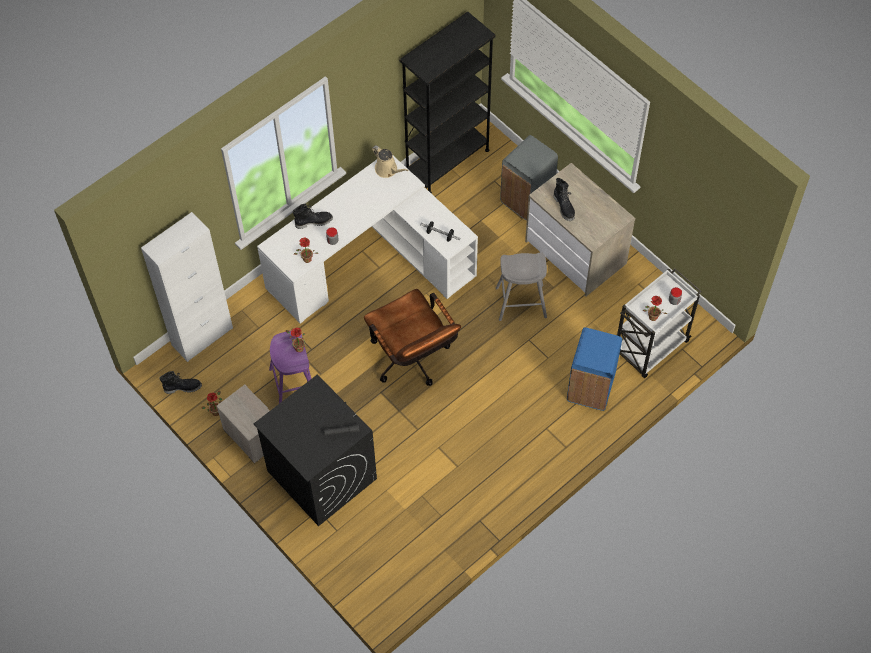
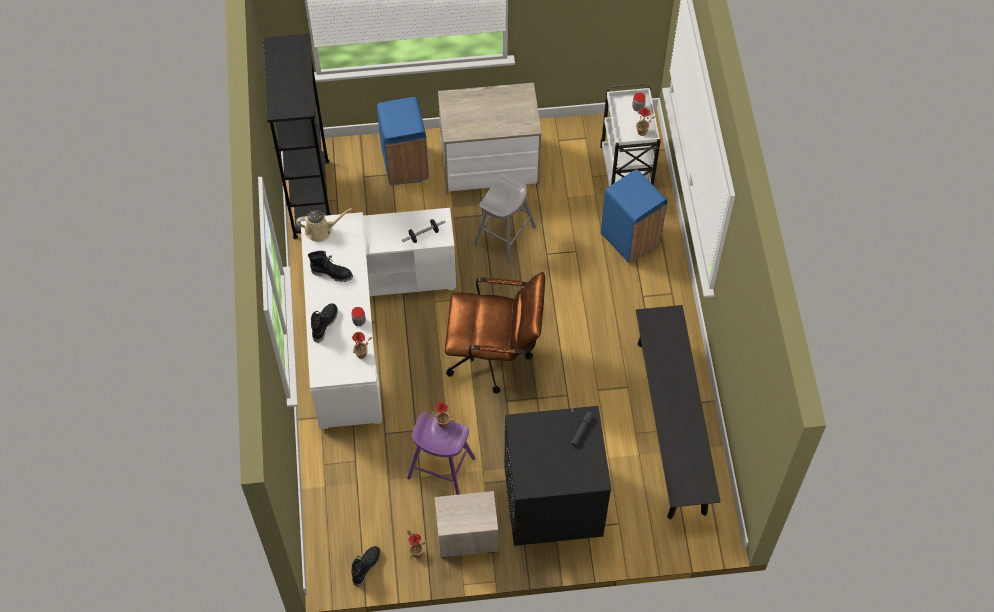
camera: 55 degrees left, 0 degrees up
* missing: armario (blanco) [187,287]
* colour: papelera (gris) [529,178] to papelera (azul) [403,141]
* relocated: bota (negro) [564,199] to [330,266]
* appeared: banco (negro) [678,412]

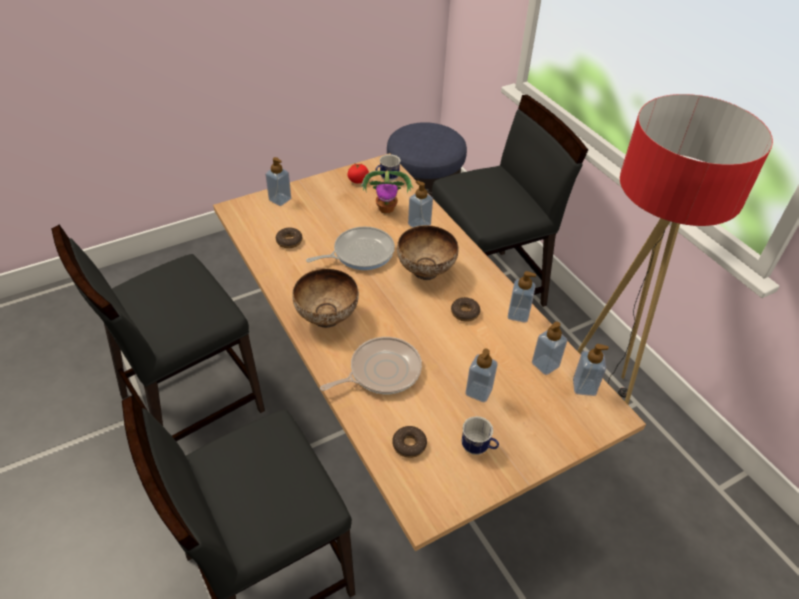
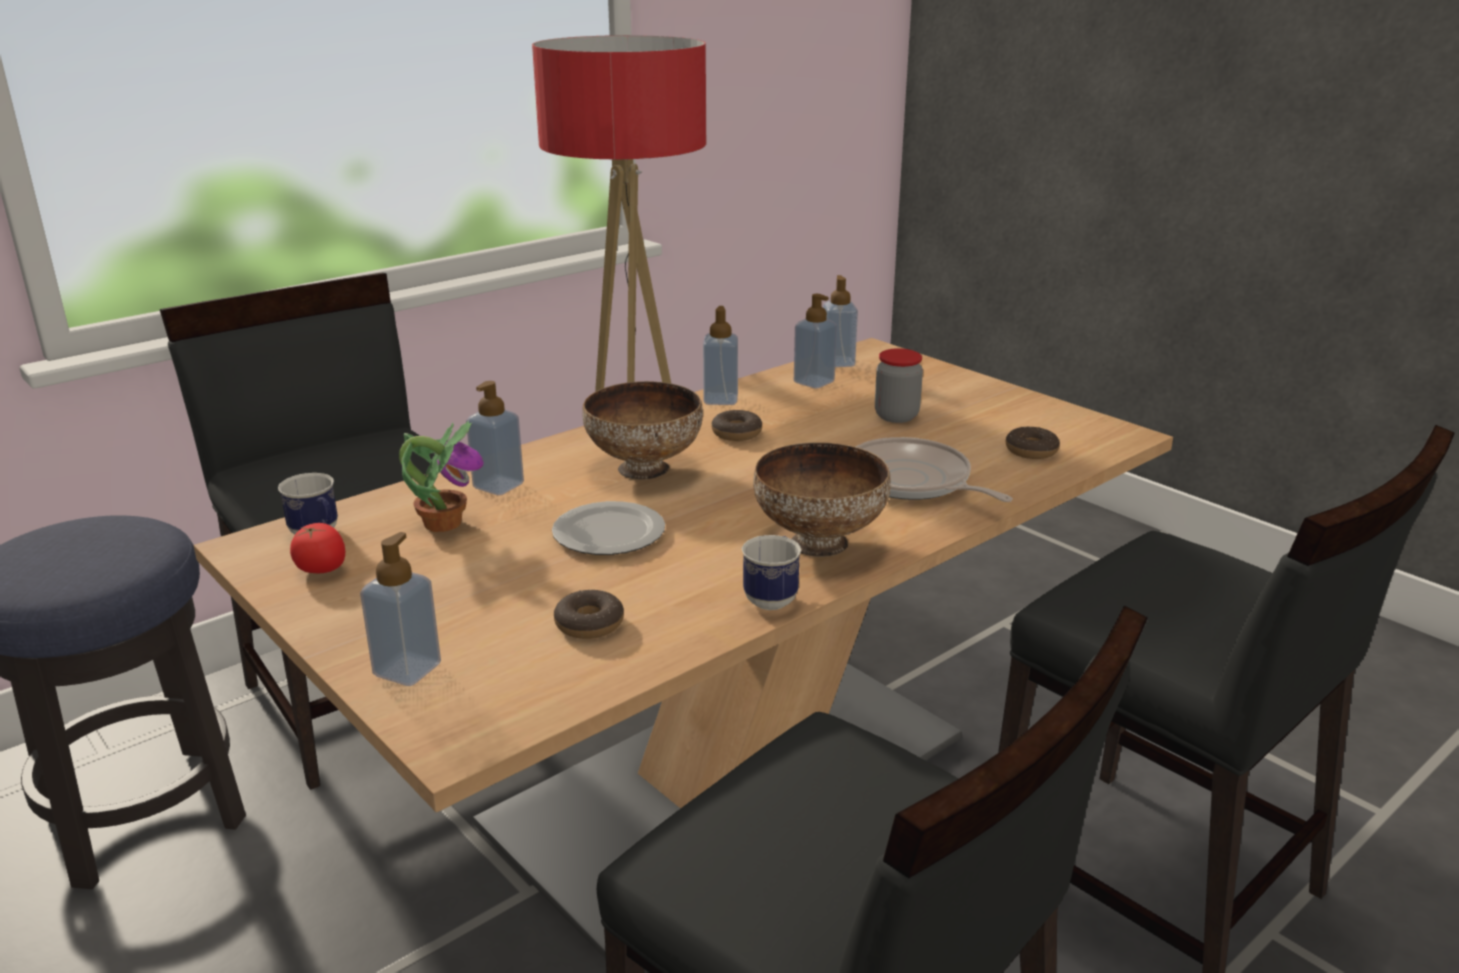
camera: 100 degrees left, 20 degrees down
* exchanged: sartén [350,248] to plato [608,528]
* relocated: taza grande [480,435] to [771,572]
* exchanged: dispensador de jabón [481,376] to tarro [899,385]

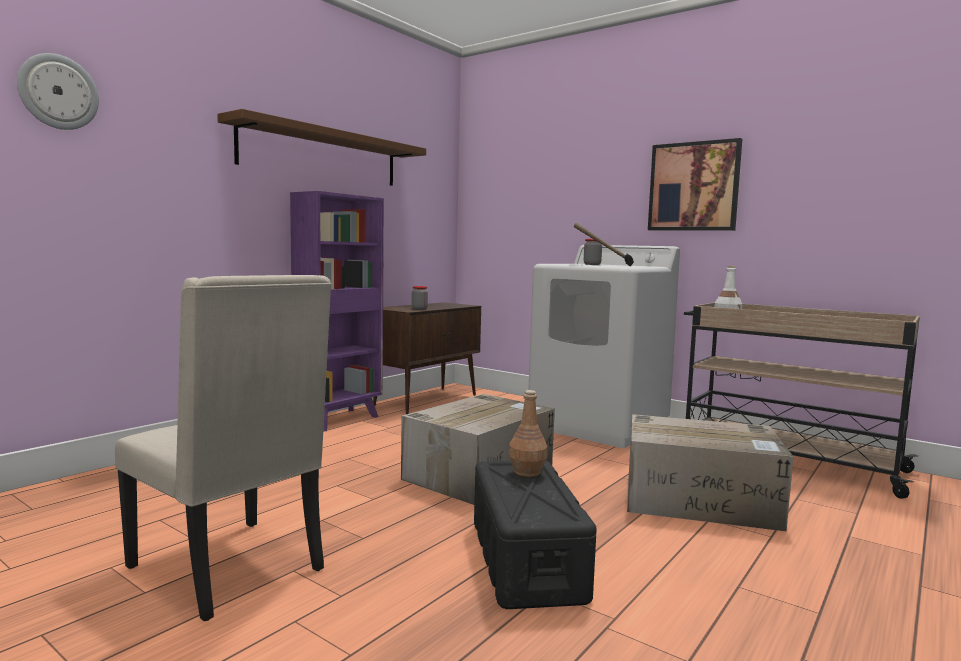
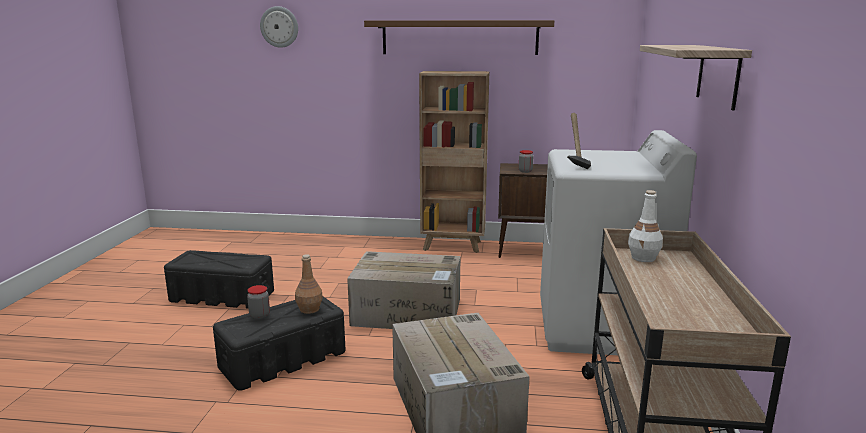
camera: 60 degrees right, 10 degrees up
* exchanged: silla (beis) [223,448] to caja de almacenaje (negro) [219,279]
* colour: estantería (morado) [337,311] to estantería (marrón) [454,162]
* relocated: tarro [593,252] to [258,302]
* exchanged: cuadro [695,184] to estante [696,77]

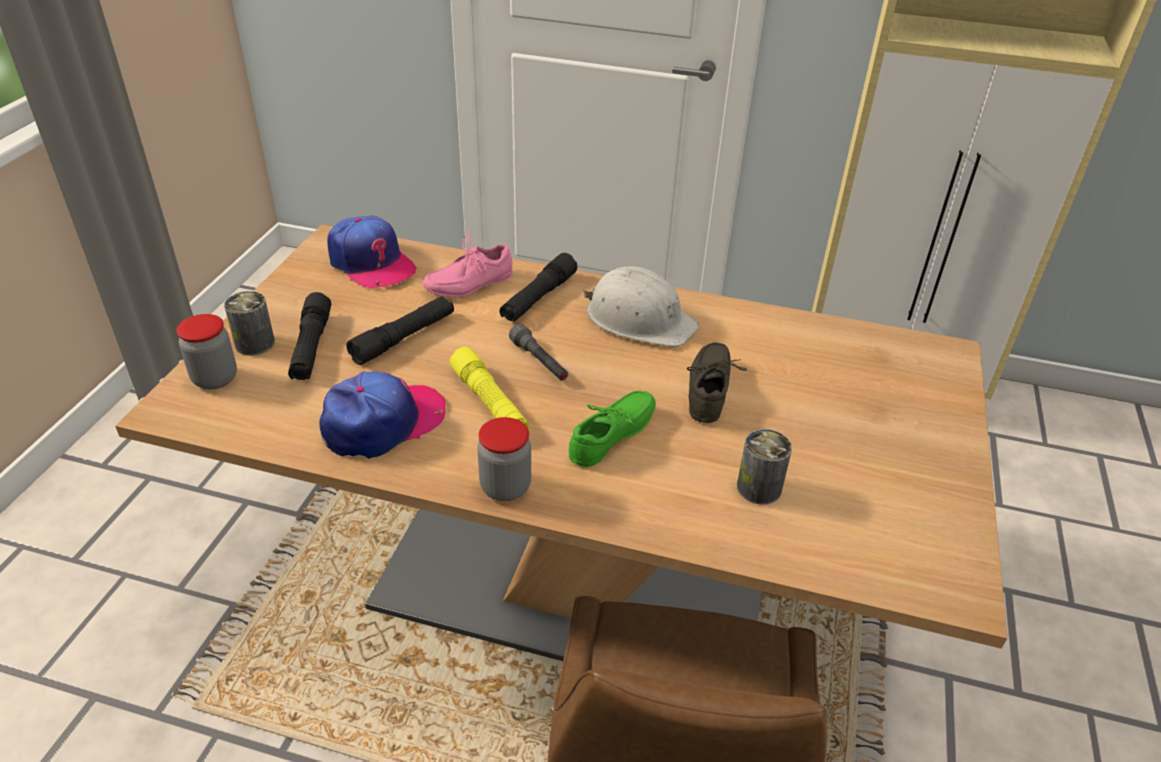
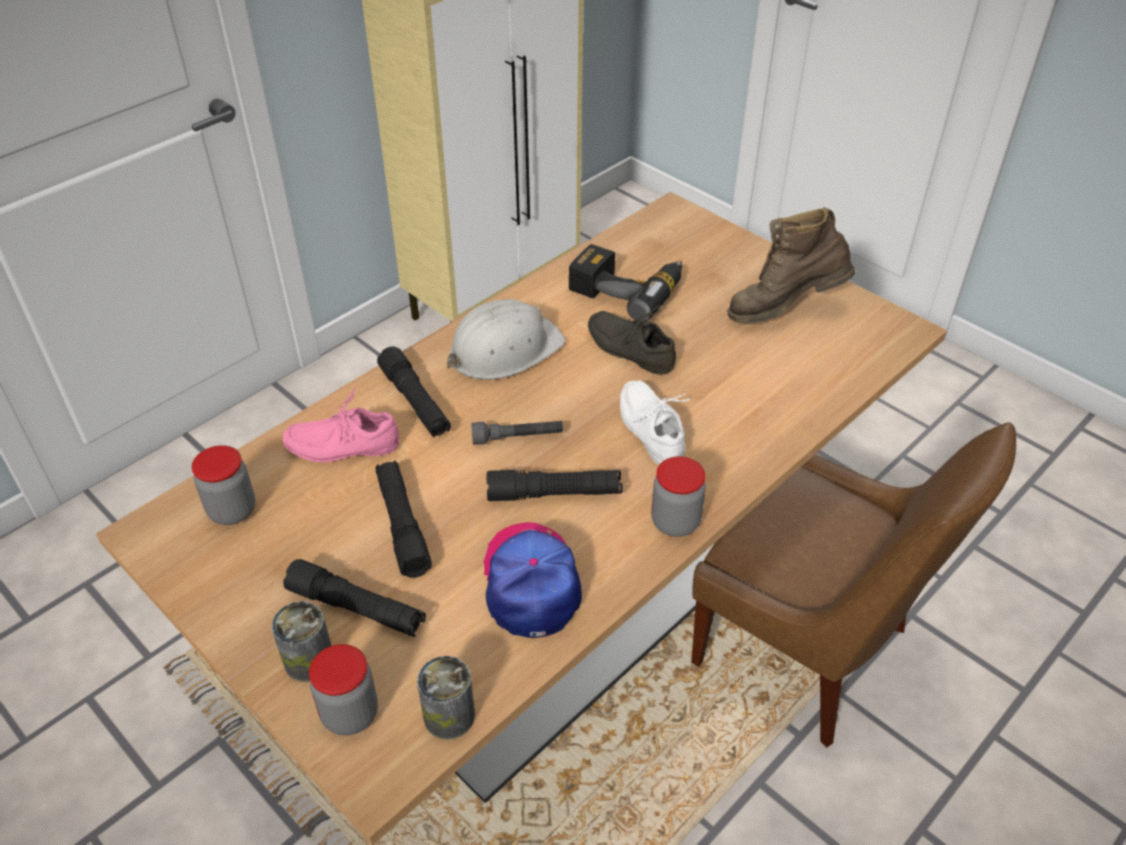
camera: 60 degrees left, 5 degrees up
* exchanged: gorra [372,251] to tarro [223,485]
* spun: zapato (rosa) [467,265] = [341,425] 90 degrees clockwise
* colour: linterna (amarillo) [490,388] to linterna (negro) [555,485]
* colour: zapato (verde) [612,429] to zapato (blanco) [655,422]
* relocated: lata [764,466] to [446,697]
* appeared: taladro [625,283]
* appeared: bota (marrón) [791,265]

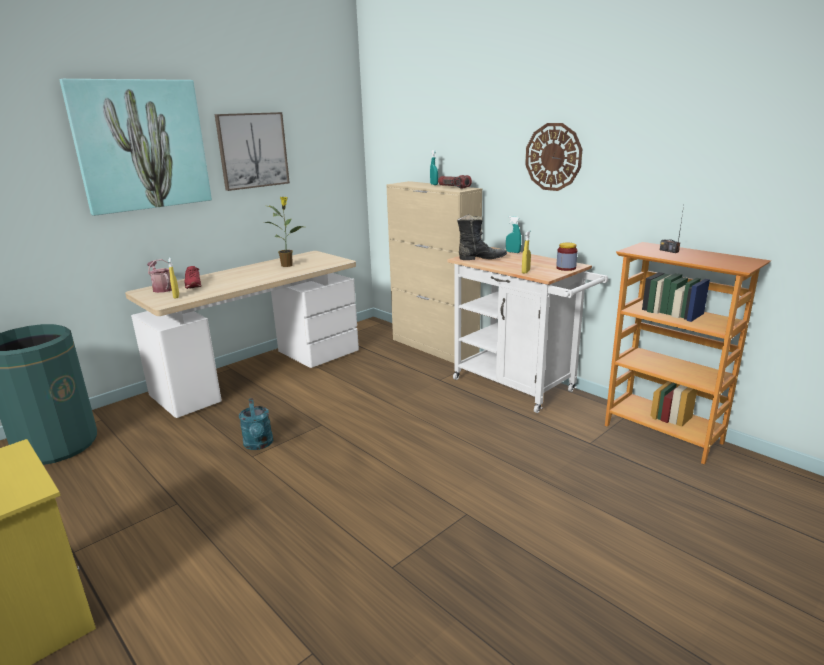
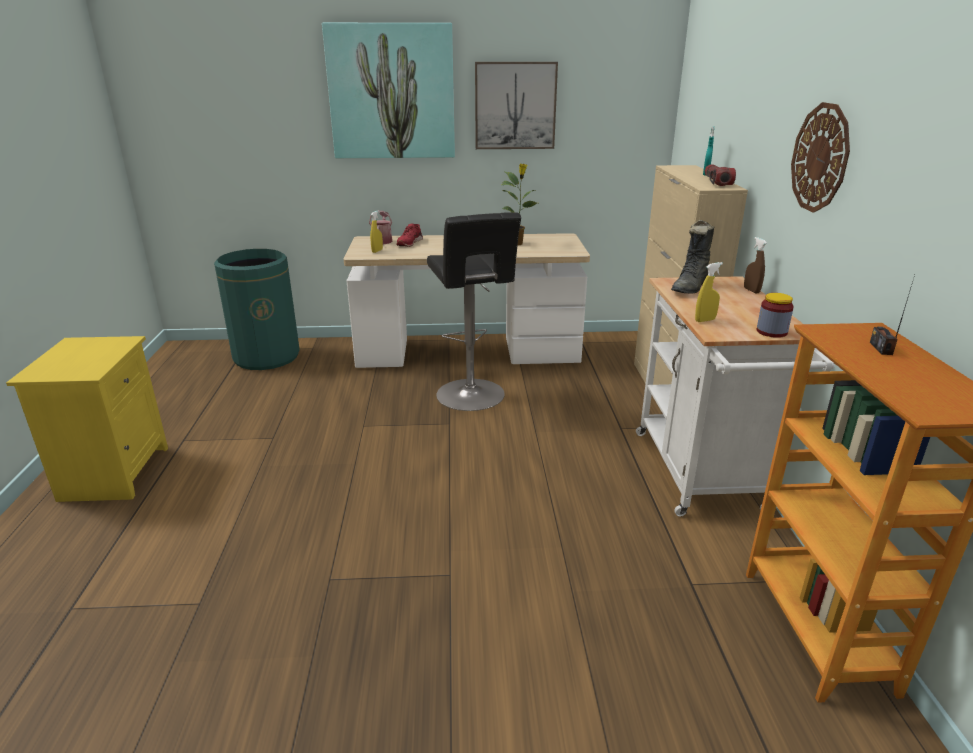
camera: 40 degrees right, 5 degrees up
* missing: regadera (turquesa) [256,424]
* spun: bota (negro) [482,237] = [693,256] 90 degrees clockwise
* colour: pulverizador (turquesa) [513,234] to pulverizador (marrón) [755,265]
* appeared: taburete (negro) [474,311]

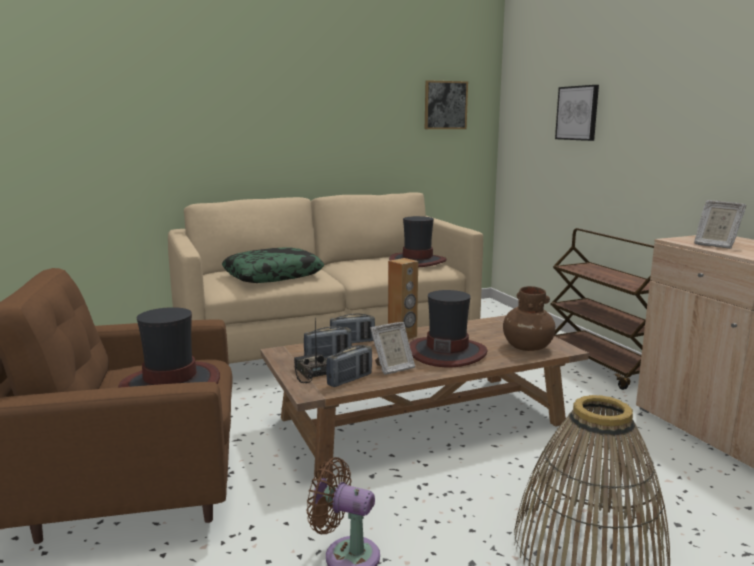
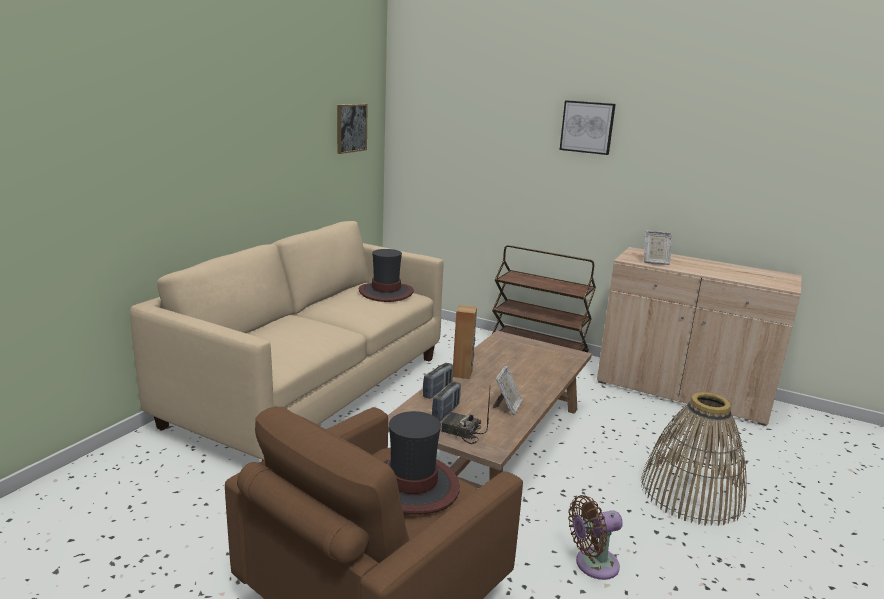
camera: 40 degrees left, 5 degrees up
* missing: cojín [273,265]
* missing: radio [349,366]
* missing: sombrero [448,328]
* missing: florero (marrón) [529,318]
* relocated: cuadro [577,113] to [588,127]

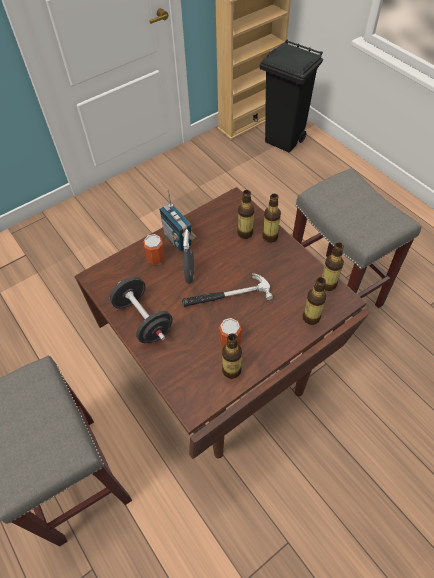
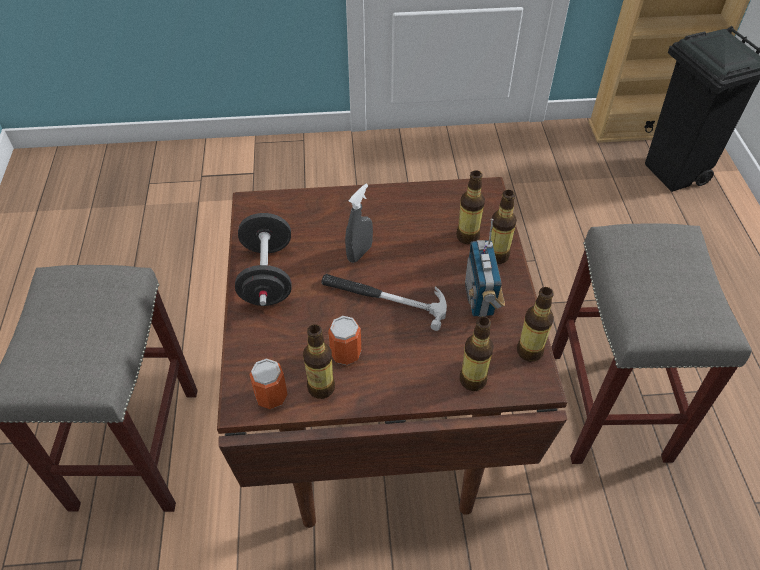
camera: 30 degrees right, 5 degrees down
* relocated: lata [154,249] to [268,383]
* relocated: radio [177,220] to [485,268]

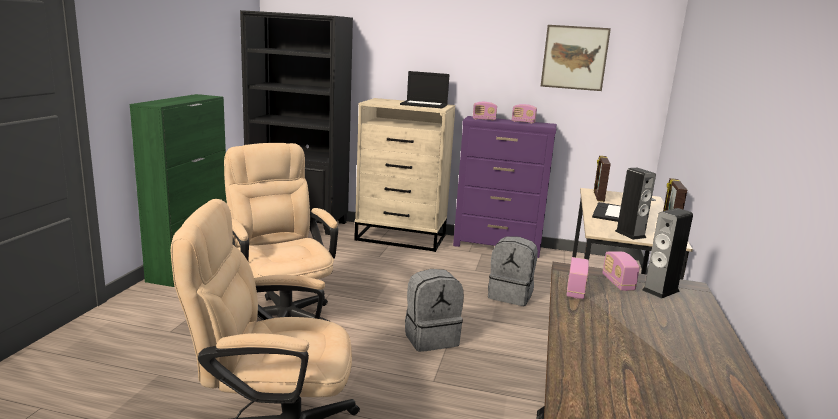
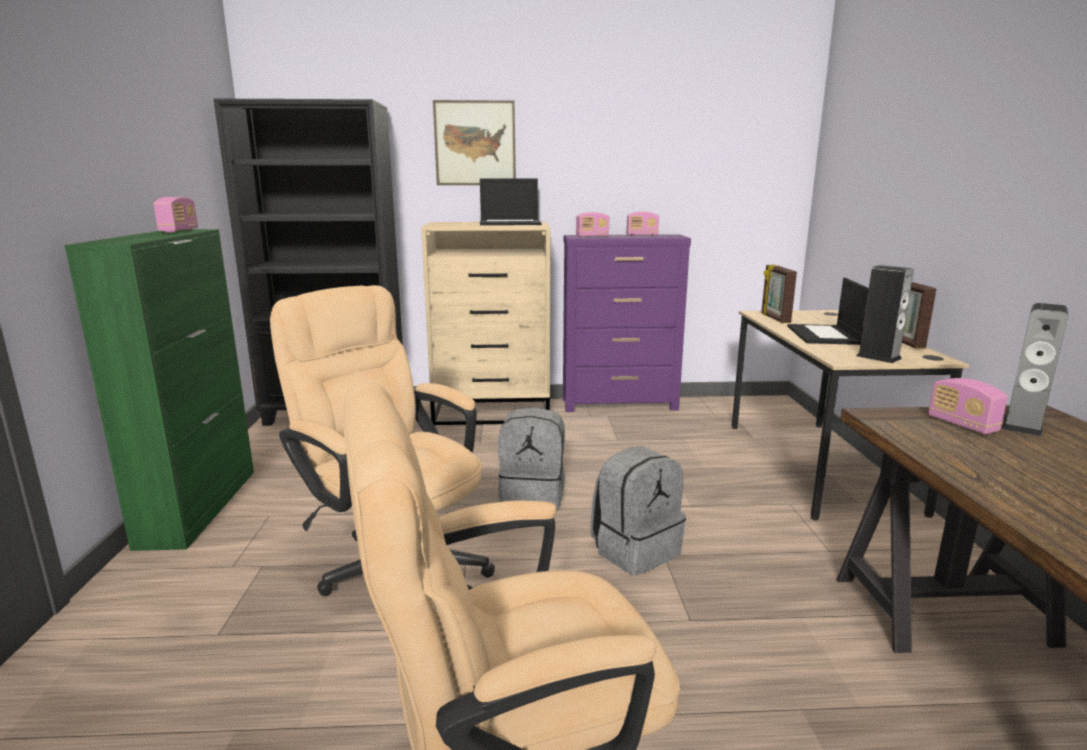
camera: 15 degrees left, 0 degrees up
* relocated: mochila (gris) [513,271] to [531,459]
* relocated: cuadro [576,58] to [474,142]
* relocated: radio [578,278] to [175,215]

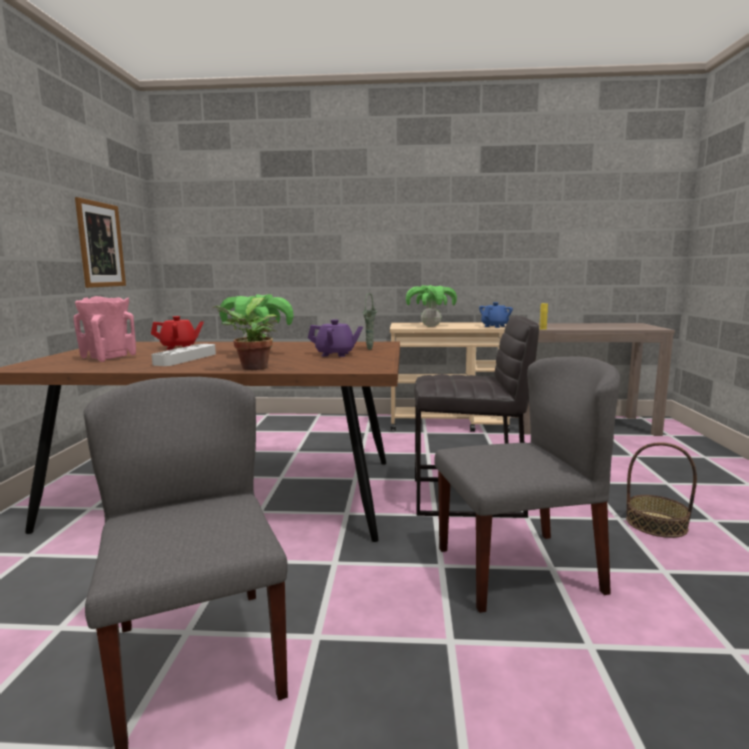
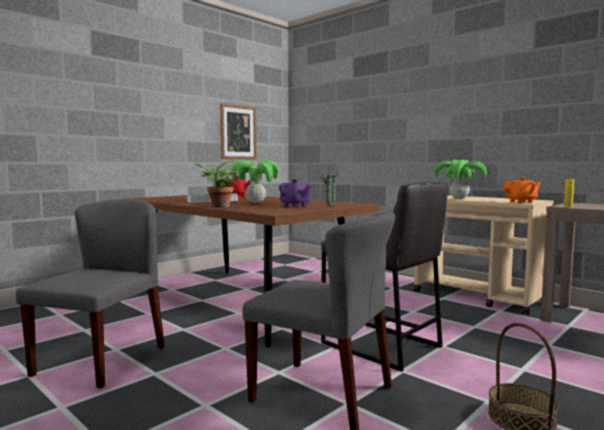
camera: 40 degrees right, 5 degrees down
* missing: florero (rosa) [105,329]
* colour: tetera (azul) [496,315] to tetera (naranja) [522,190]

